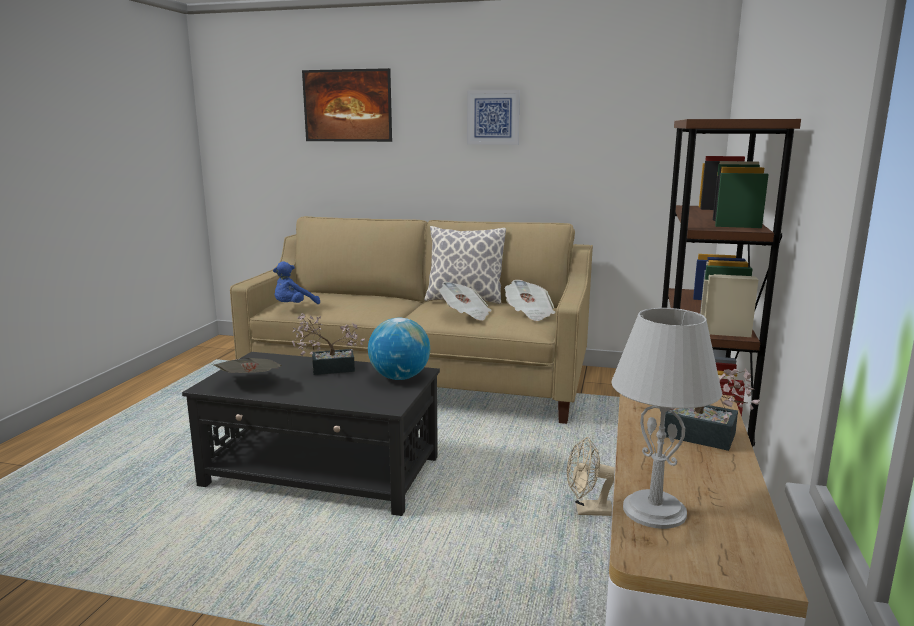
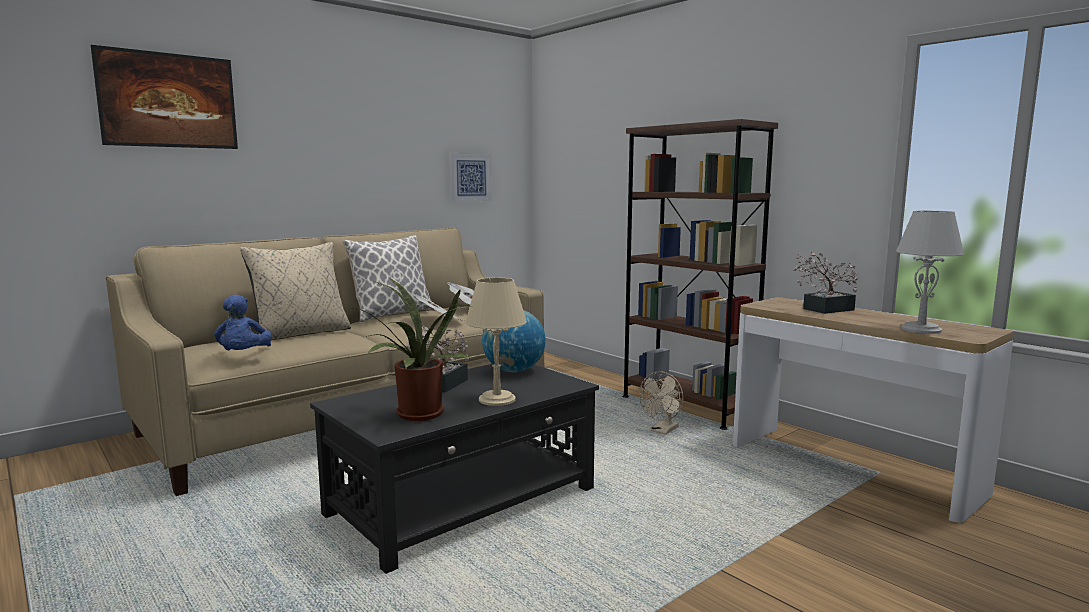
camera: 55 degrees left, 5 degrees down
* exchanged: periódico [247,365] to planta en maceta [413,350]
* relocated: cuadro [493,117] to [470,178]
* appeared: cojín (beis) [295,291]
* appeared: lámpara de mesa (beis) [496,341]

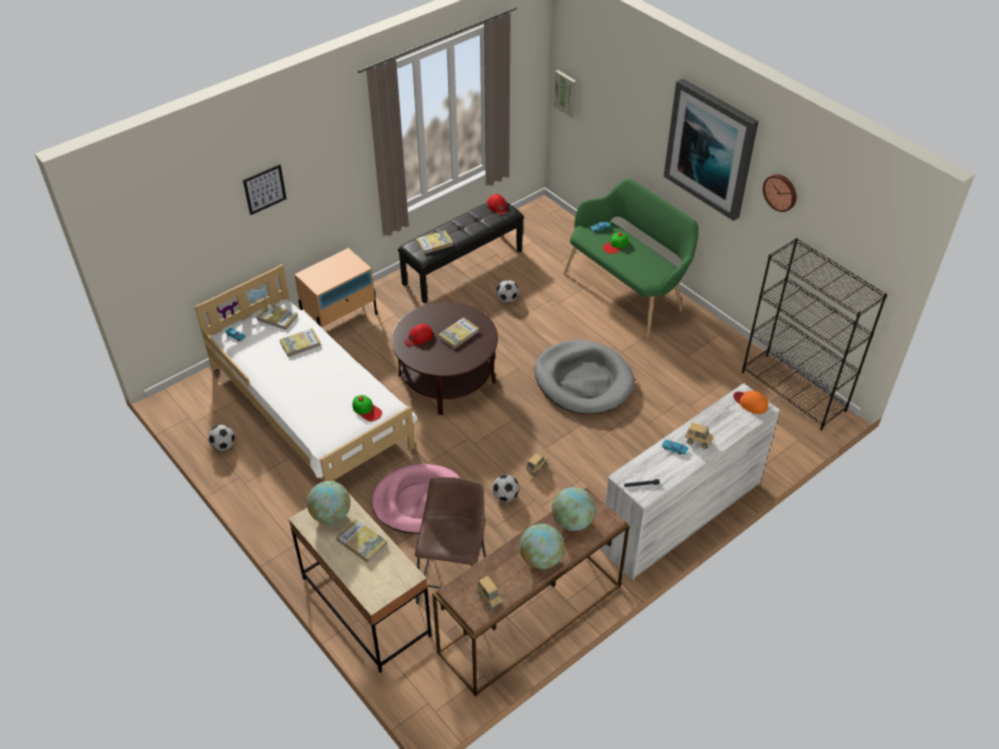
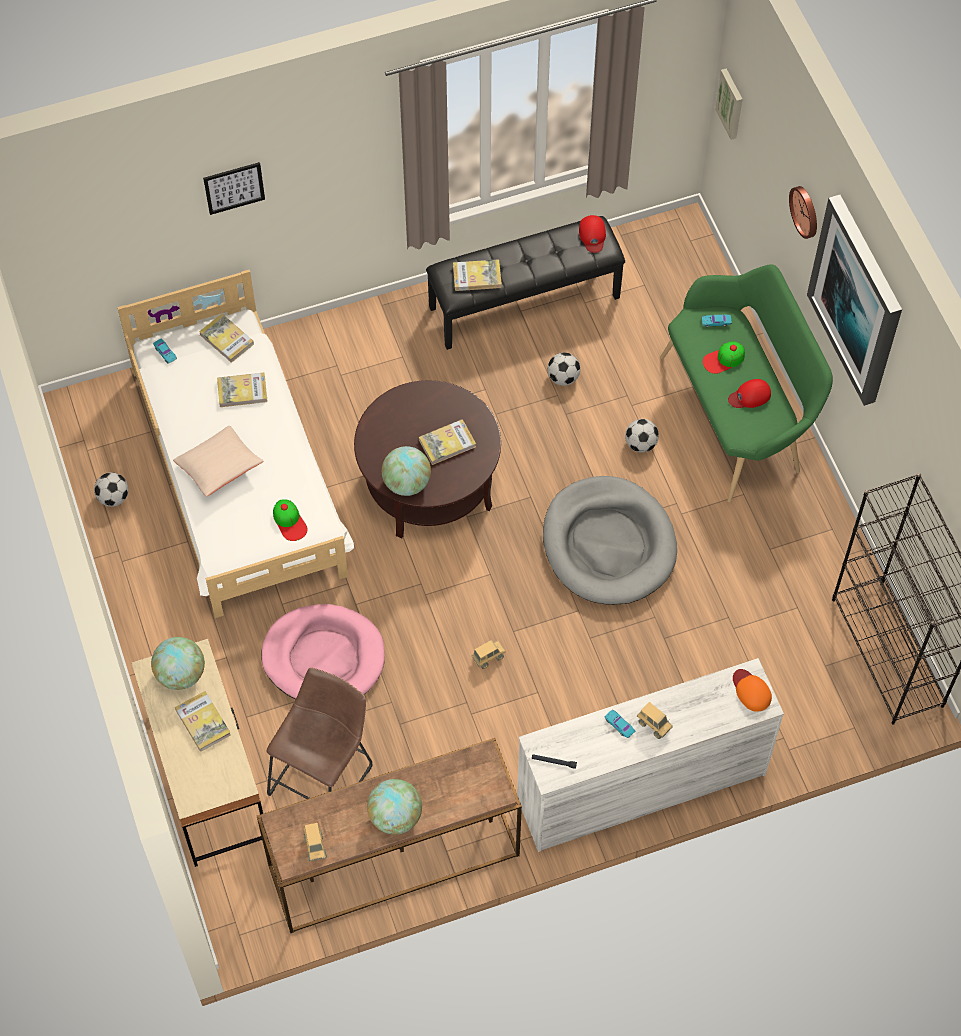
camera: 20 degrees right, 15 degrees up
* missing: mesita de noche (beis) [335,287]
* relocated: gorra (rojo) [418,335] to [749,393]
* relocated: balón de fútbol [505,488] to [642,435]
* relocated: globo terráqueo [574,509] to [406,471]
* relocated: reloj de pared [779,193] to [803,212]
* appeared: cojín (beis) [218,461]

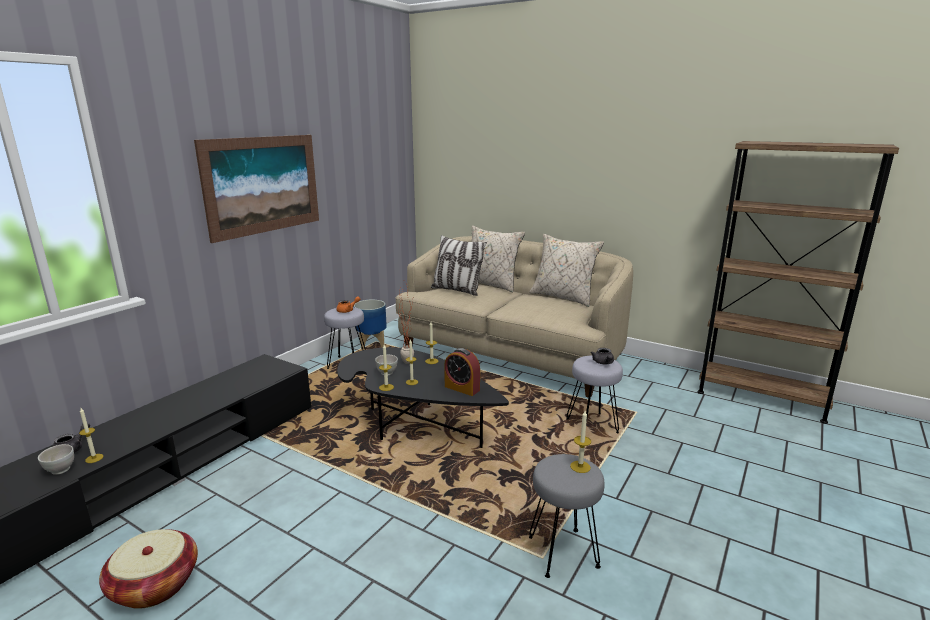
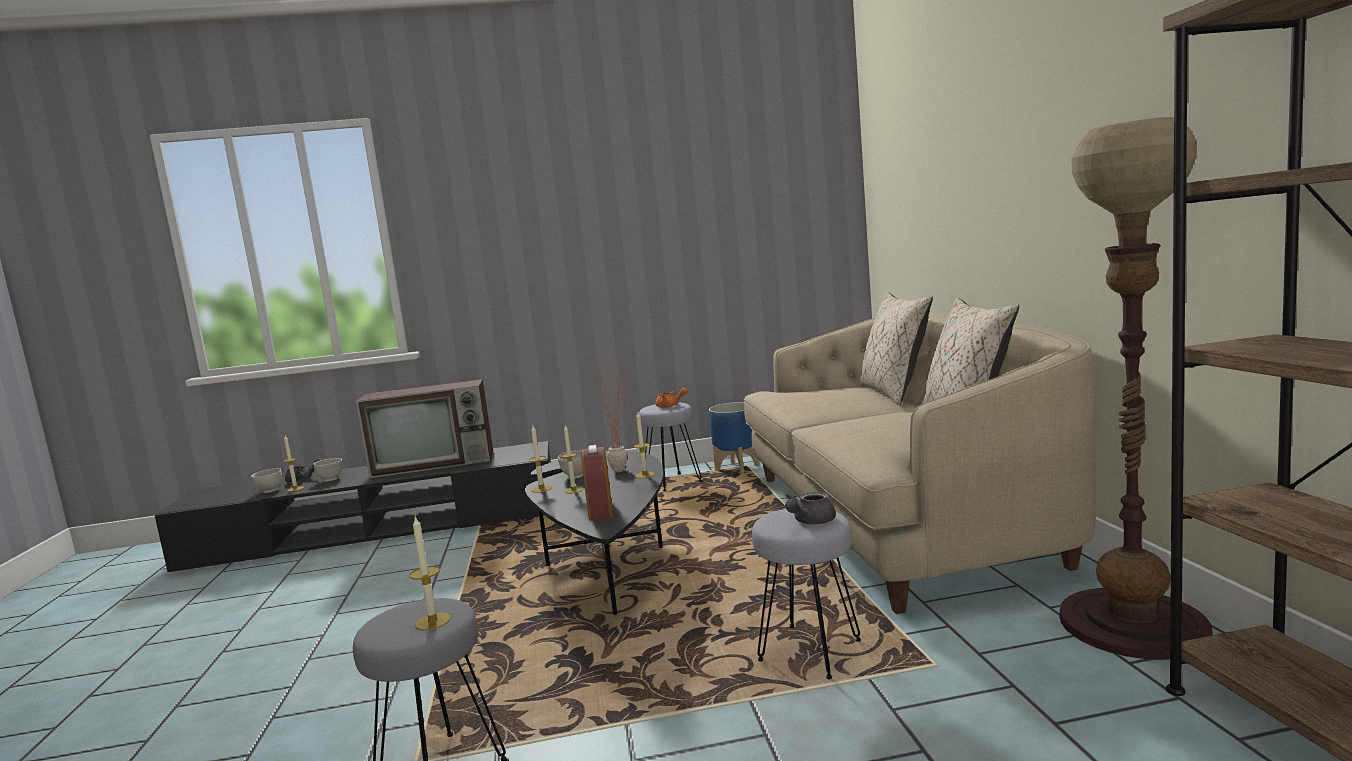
camera: 50 degrees right, 10 degrees down
* missing: cesta [148,569]
* missing: cuadro [256,189]
* missing: cojín [459,265]
* appeared: cuenco (blanco) [328,470]
* appeared: televisor [424,428]
* appeared: lámpara de pie [1136,388]

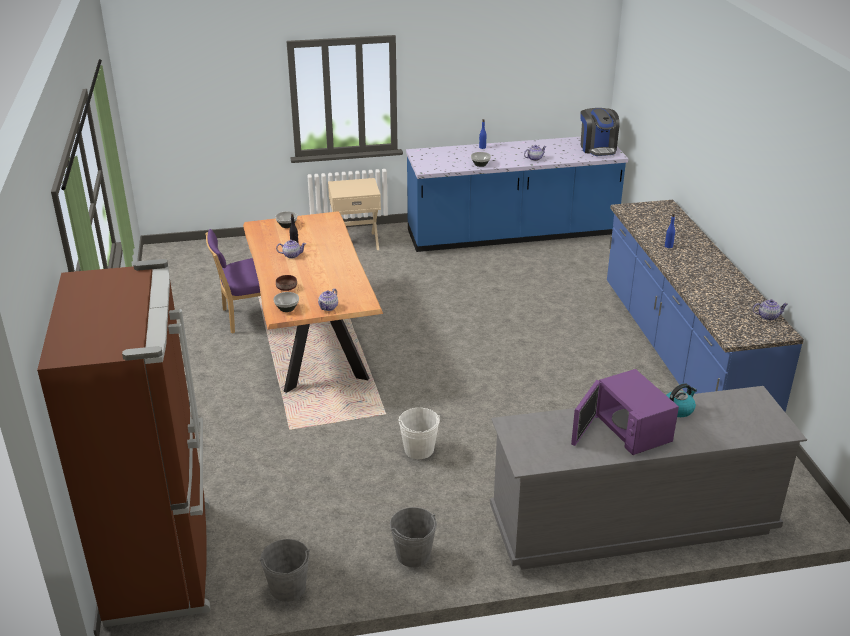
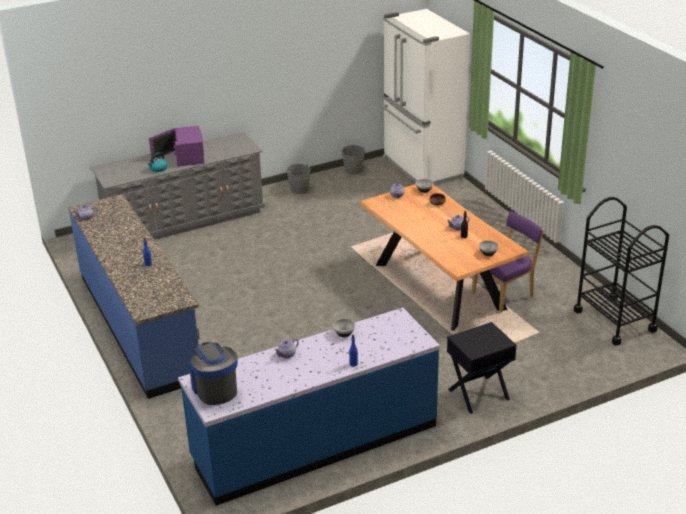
camera: 165 degrees right, 0 degrees up
* colour: nevera (marrón) [123,443] to nevera (blanco) [425,97]
* colour: mesita de noche (beis) [354,214] to mesita de noche (negro) [482,368]
* missing: cubo (blanco) [419,433]
* spun: microondas (morado) [625,412] = [176,146] 150 degrees counterclockwise
* appeared: carrito (negro) [621,271]

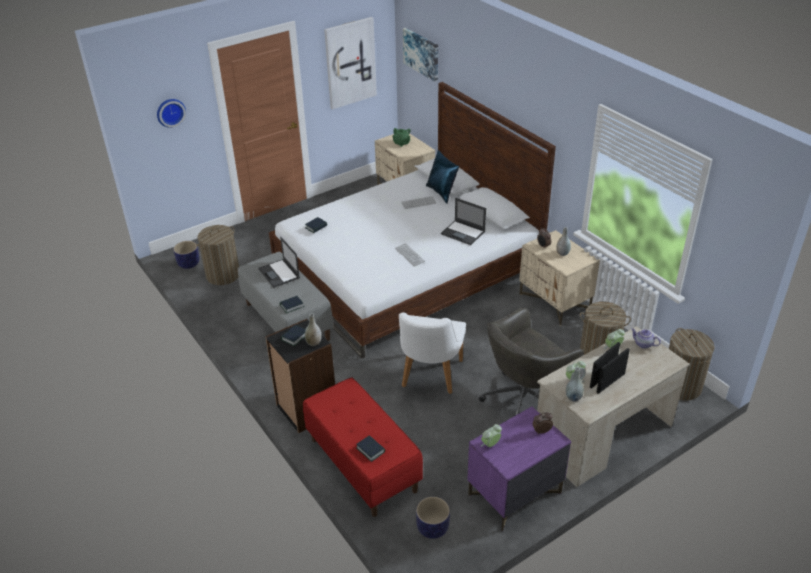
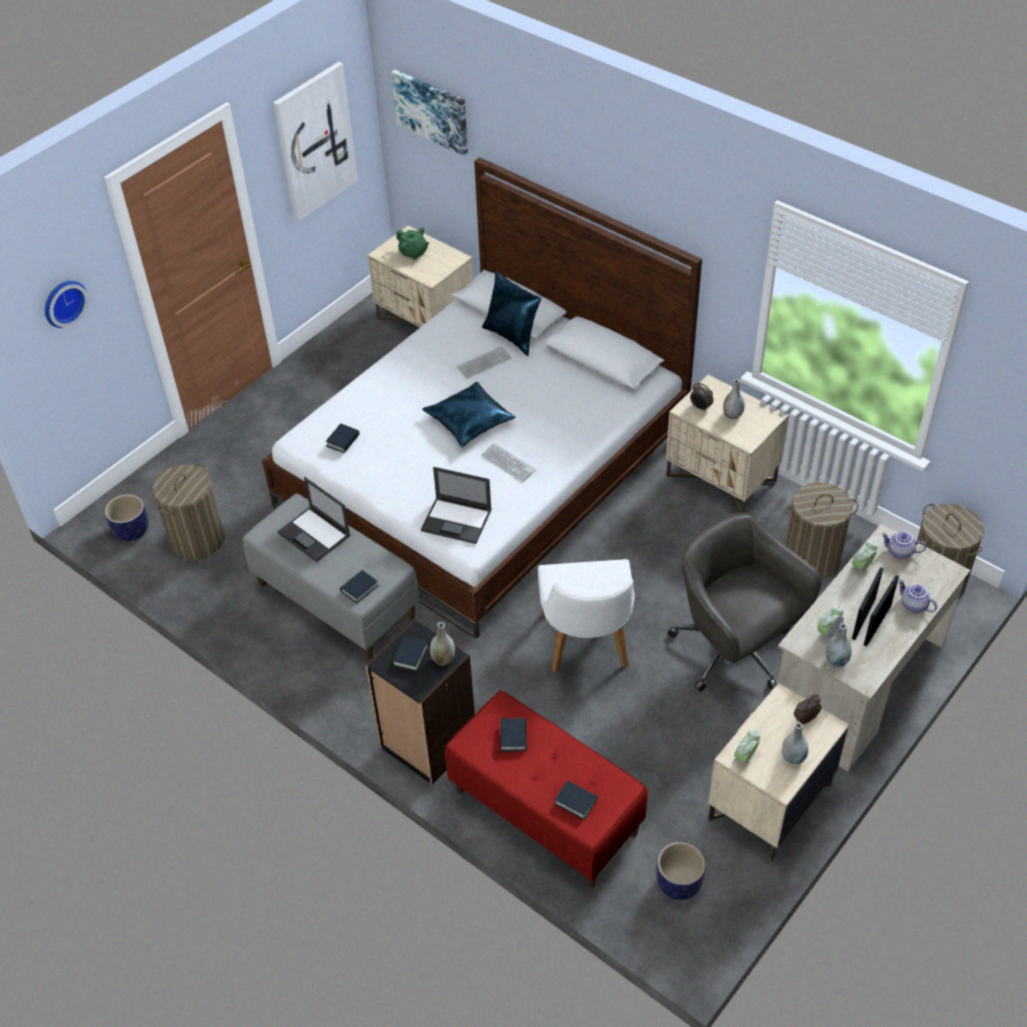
camera: 15 degrees left, 10 degrees up
* relocated: portátil [463,221] to [456,505]
* colour: mesita de noche (morado) [519,468] to mesita de noche (beis) [778,772]
* spun: silla de oficina (gris) [531,362] = [744,602] 105 degrees clockwise
* appeared: cojín (azul) [468,414]
* appeared: libro [513,735]
* appeared: florero (gris) [795,743]
* appeared: tetera [917,596]

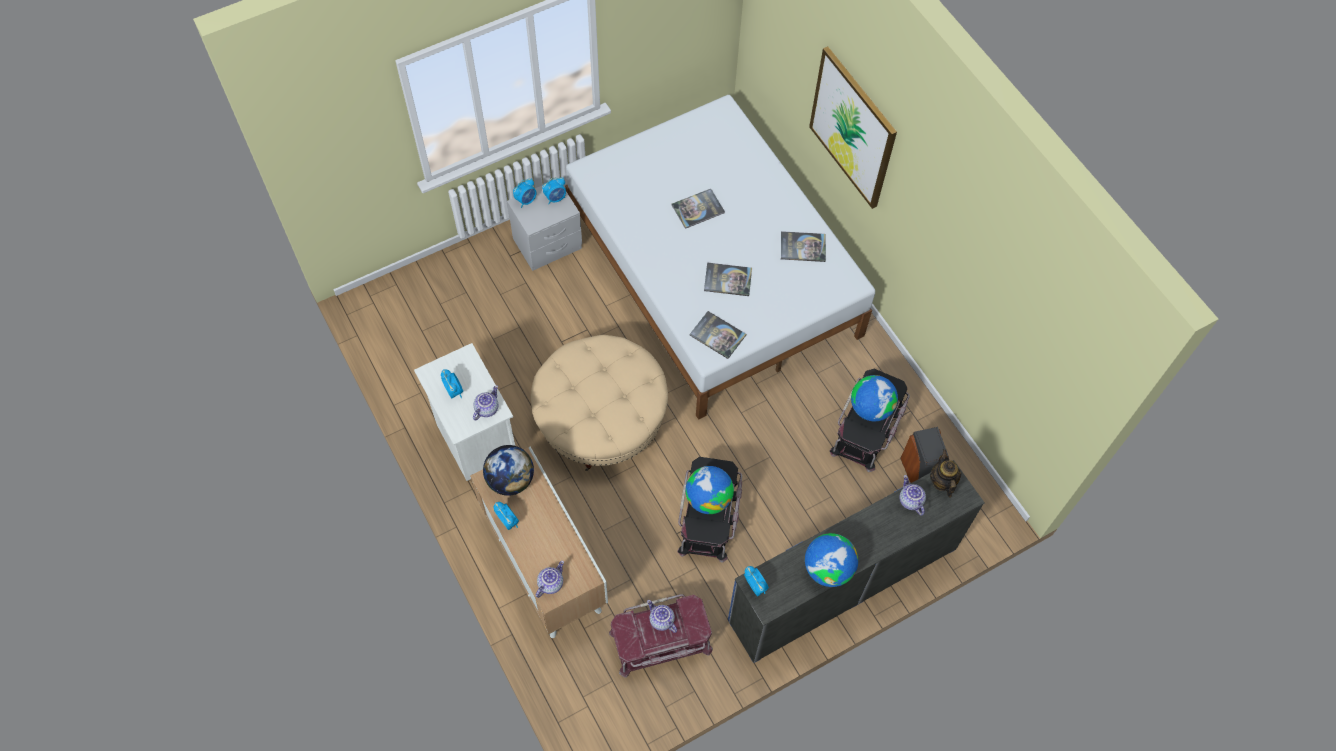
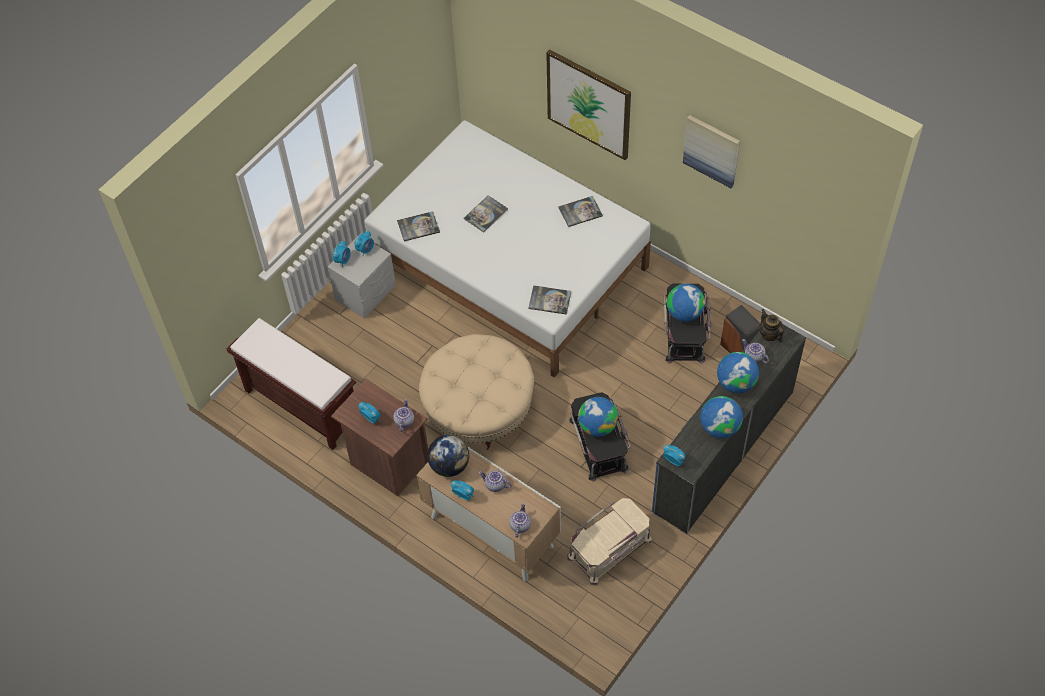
camera: 20 degrees left, 5 degrees down
* colour: mesita de noche (blanco) [464,412] to mesita de noche (marrón) [379,437]
* colour: caja de almacenaje (rojo) [661,636] to caja de almacenaje (beis) [609,541]
* relocated: tetera [662,616] to [495,481]
* relocated: libro [728,279] to [418,226]
* appeared: banco (marrón) [291,384]
* appeared: cuadro [711,151]
* appeared: globo terráqueo [738,372]

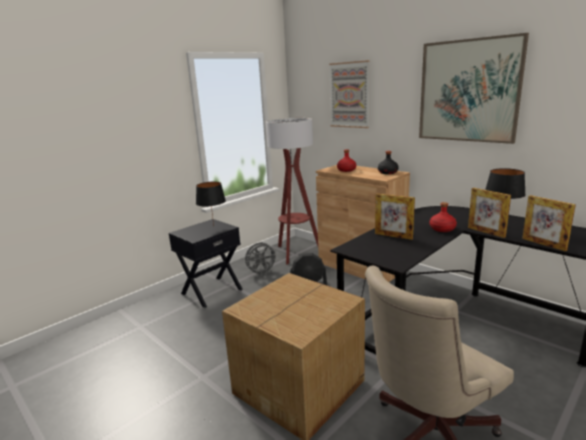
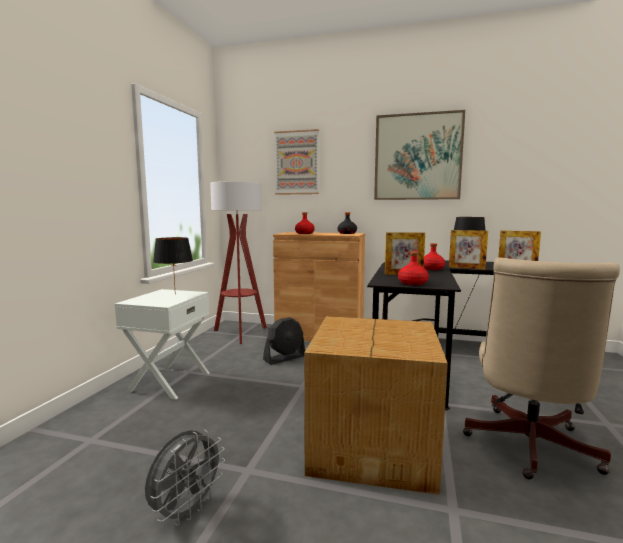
camera: 30 degrees left, 10 degrees down
* colour: mesita de noche (negro) [206,263] to mesita de noche (blanco) [162,344]
* relocated: ventilador (gris) [261,259] to [185,478]
* appeared: botella (rojo) [413,268]

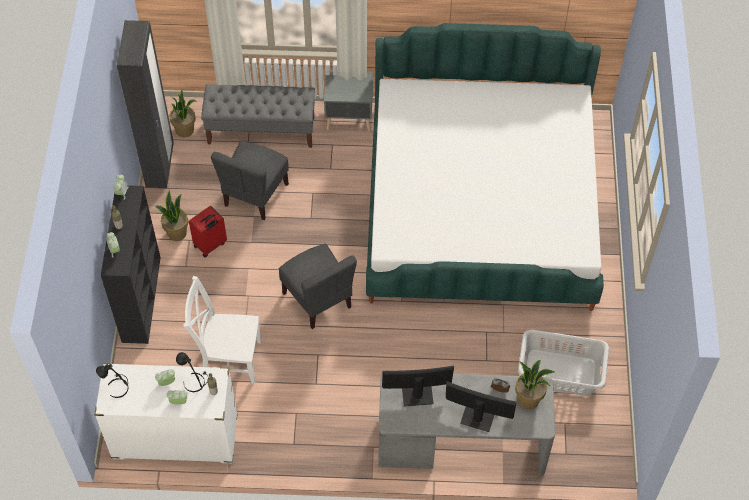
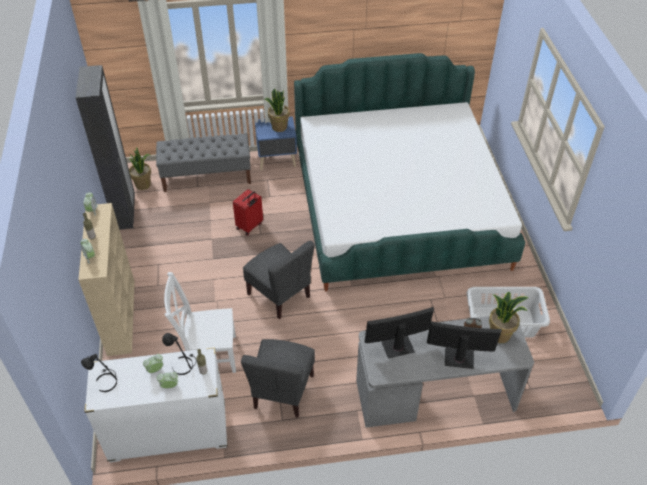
camera: 10 degrees left, 10 degrees down
* colour: estantería (negro) [131,264] to estantería (beis) [106,279]
* relocated: planta en maceta [171,215] to [277,110]
* relocated: maleta (rojo) [208,232] to [248,212]
* relocated: silla (gris) [250,180] to [278,378]
* colour: mesita de noche (gris) [348,101] to mesita de noche (azul) [276,143]

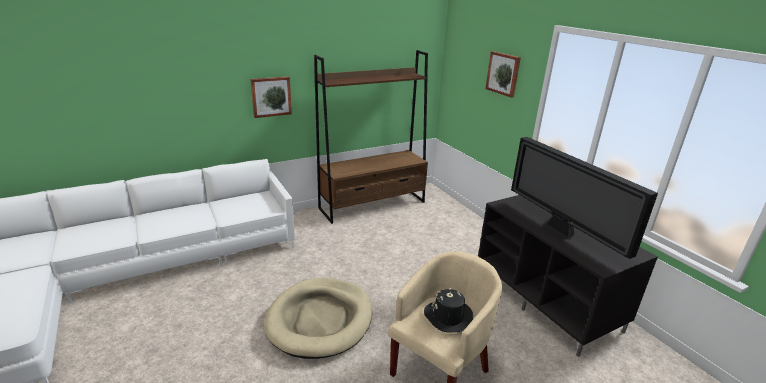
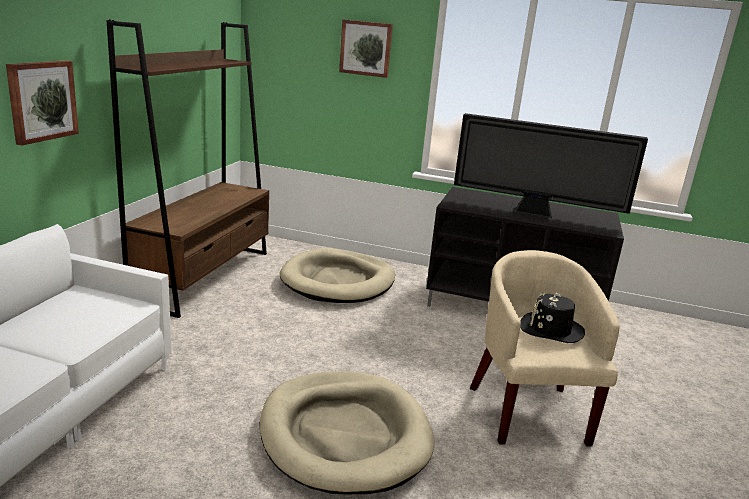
camera: 45 degrees left, 5 degrees down
* appeared: cama para perro (beis) [337,275]

